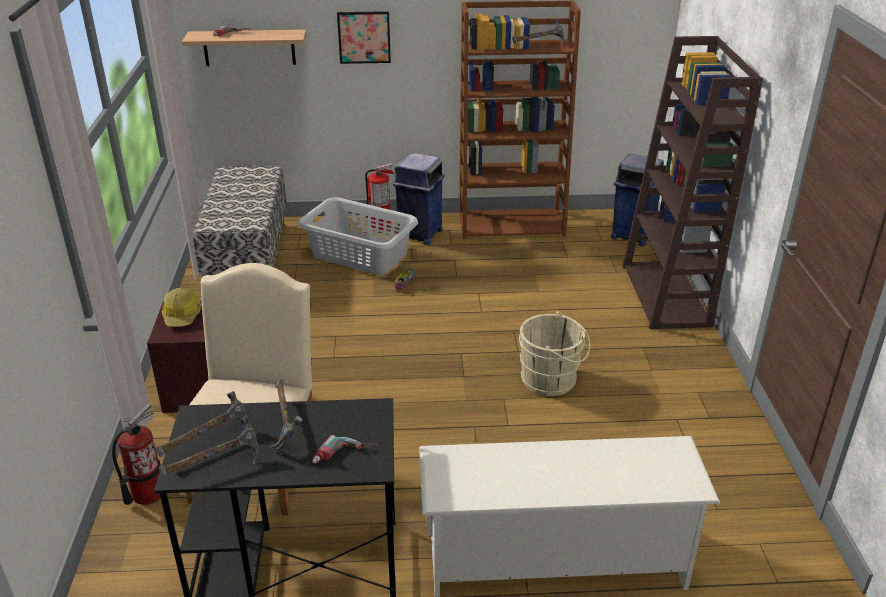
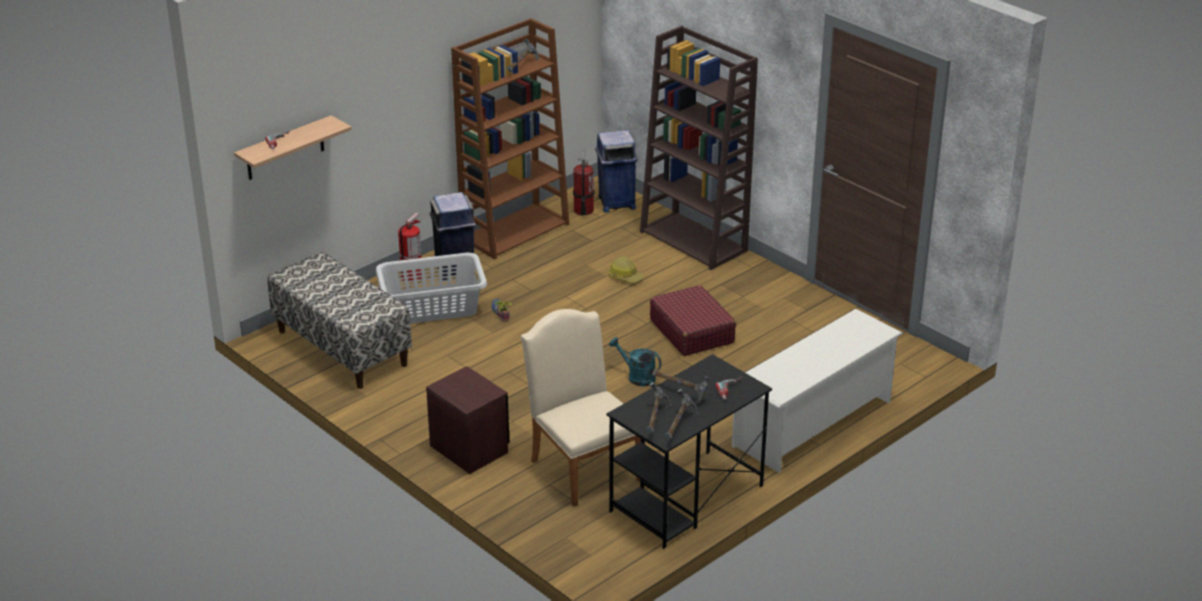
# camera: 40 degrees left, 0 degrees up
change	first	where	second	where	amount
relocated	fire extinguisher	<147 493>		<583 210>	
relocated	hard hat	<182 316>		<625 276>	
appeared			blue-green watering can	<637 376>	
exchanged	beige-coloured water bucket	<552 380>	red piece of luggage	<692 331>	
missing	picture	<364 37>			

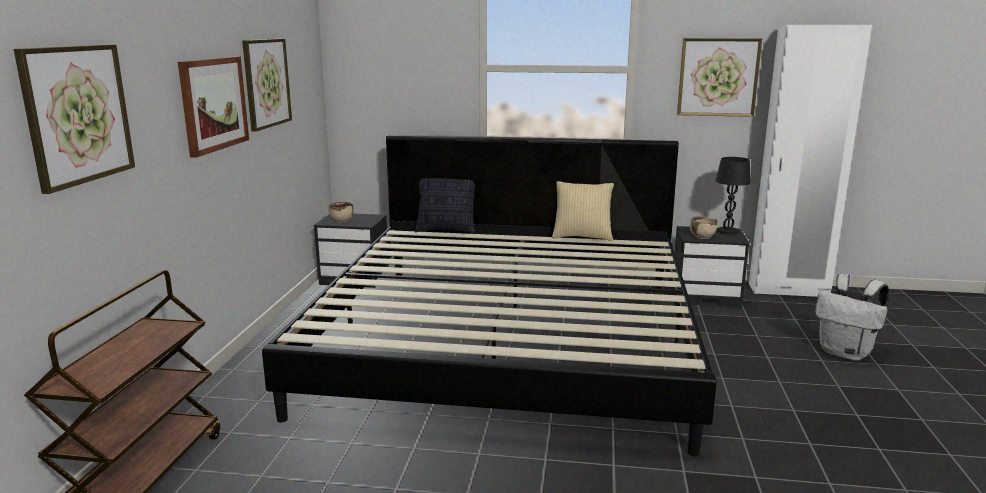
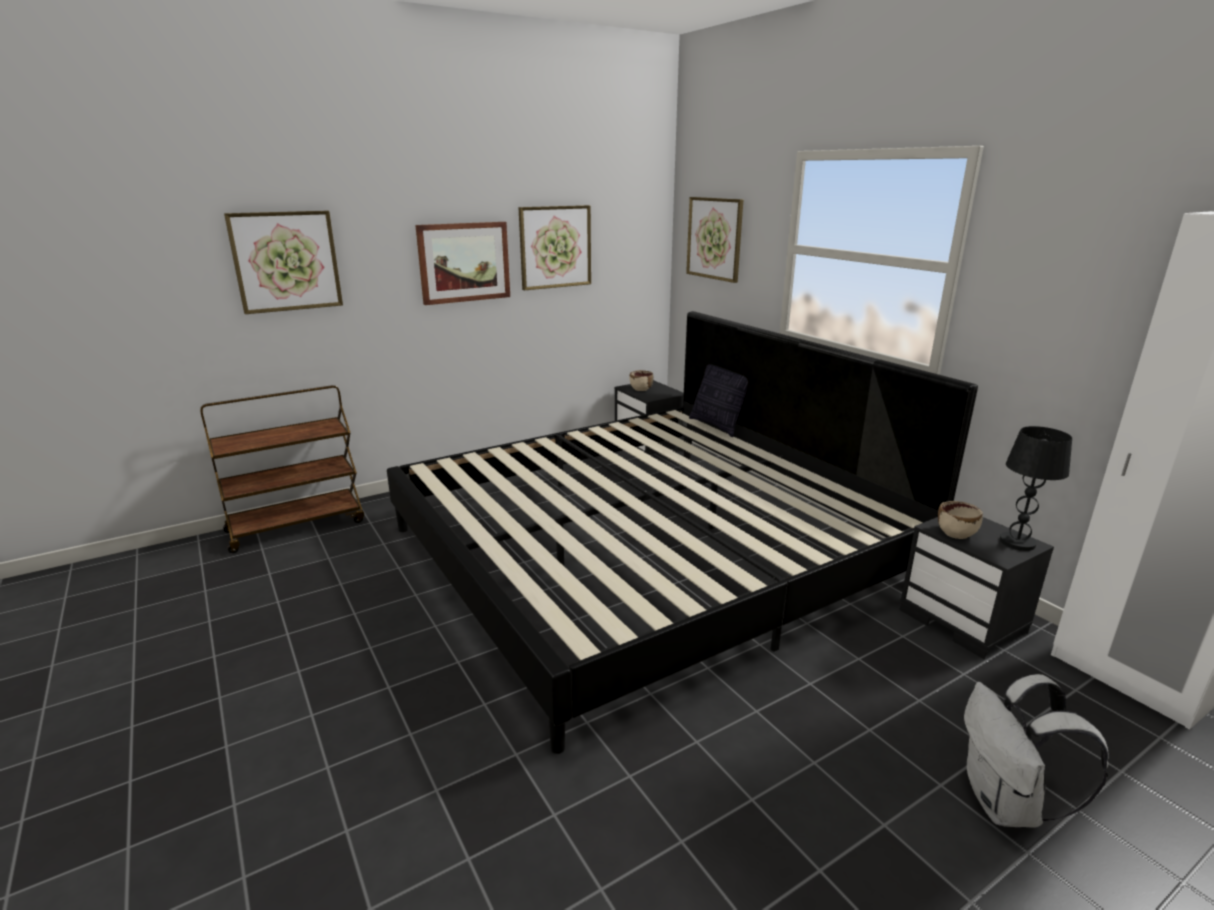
# camera: 50 degrees right, 5 degrees up
change	first	where	second	where	amount
relocated	picture	<718 77>		<714 238>	
missing	pillow	<582 236>			

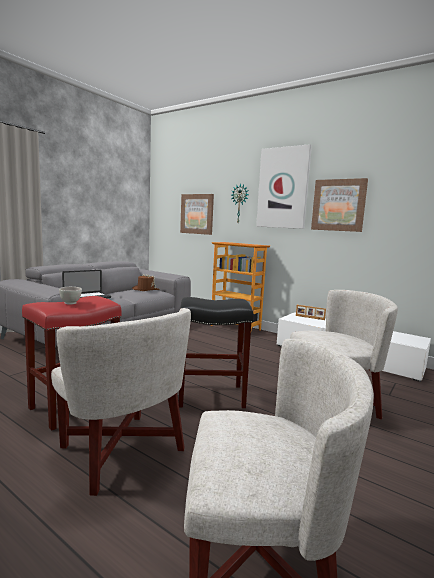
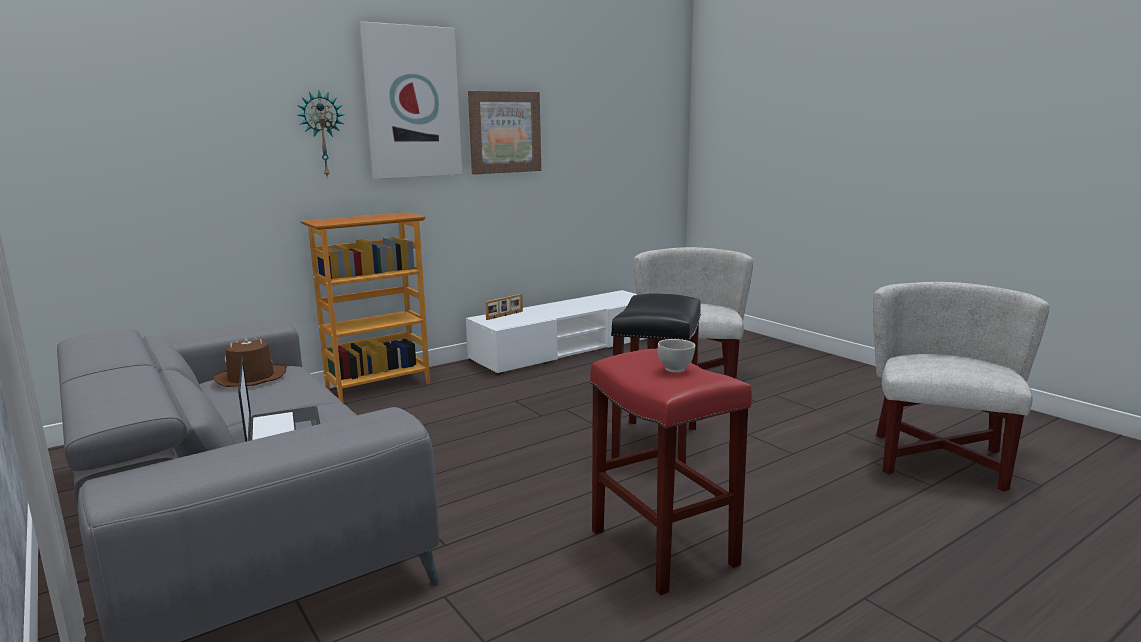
# camera: 70 degrees left, 5 degrees up
change	first	where	second	where	amount
missing	whitish easy chair	<122 450>			
missing	picture	<197 214>			

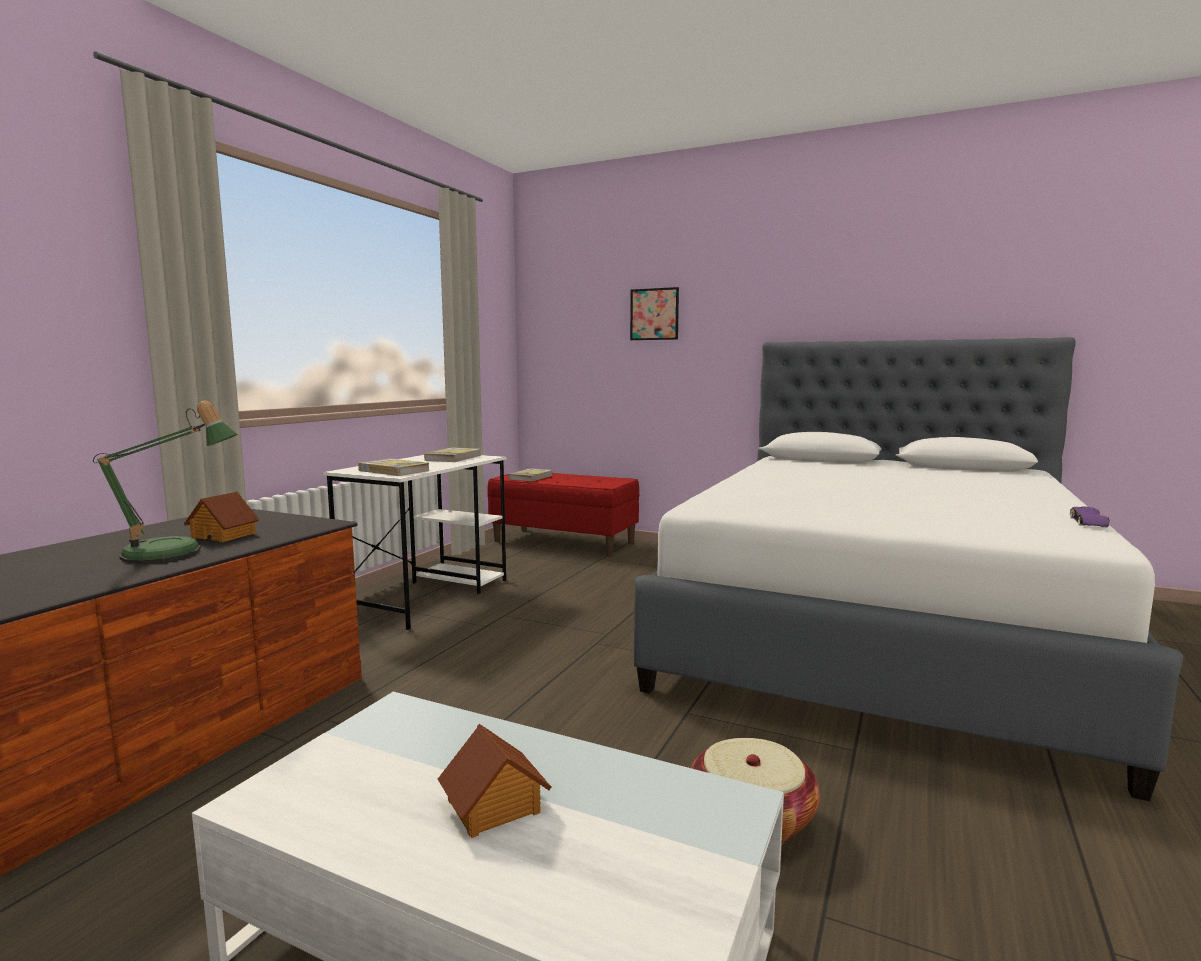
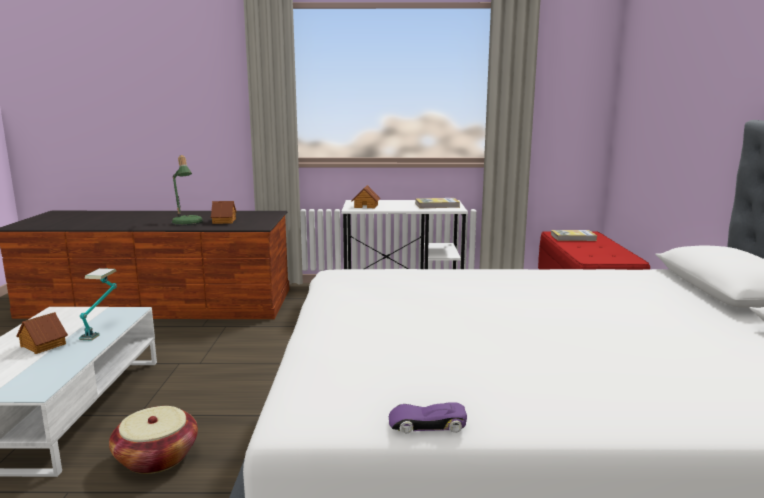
# camera: 65 degrees right, 5 degrees up
change	first	where	second	where	amount
appeared			table lamp	<102 329>	
exchanged	volume	<394 470>	toy house	<366 206>	
missing	picture	<654 314>			

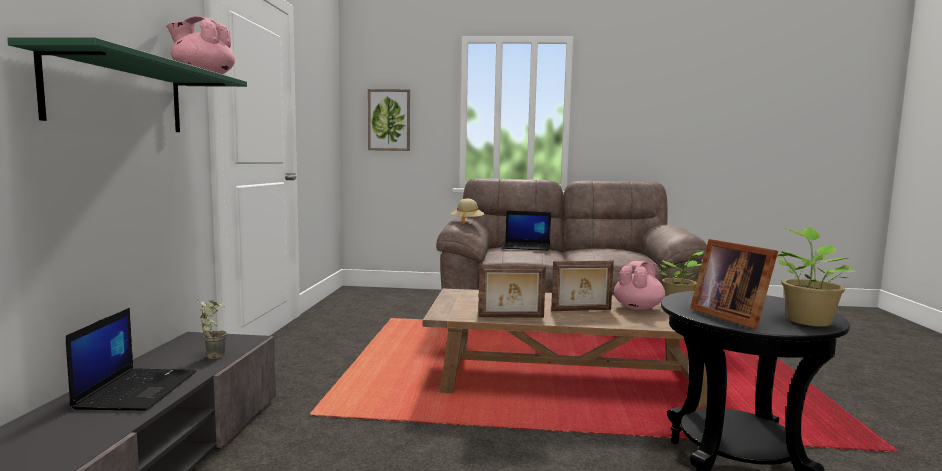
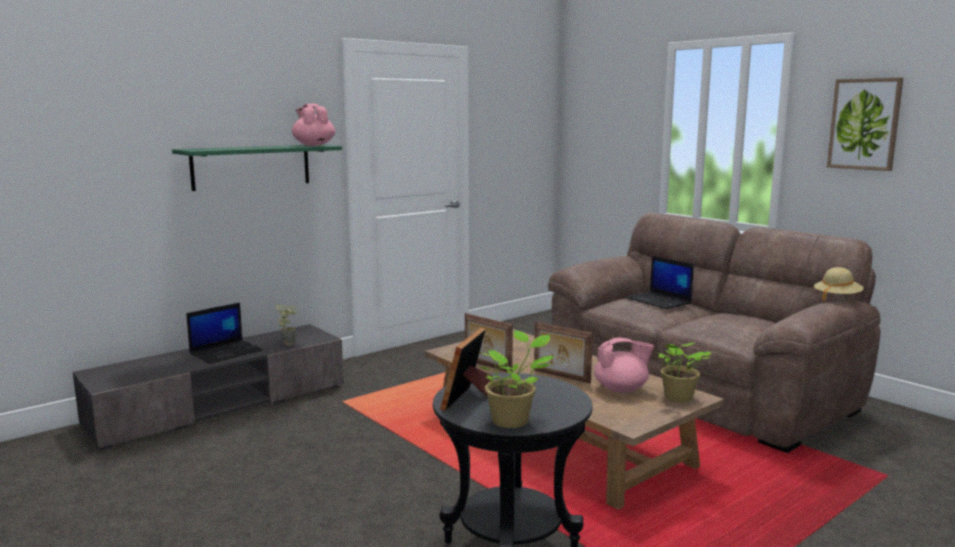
# camera: 45 degrees right, 5 degrees up
change	first	where	second	where	amount
relocated	beige-coloured hat	<467 222>		<837 298>	
relocated	picture	<389 120>		<864 124>	

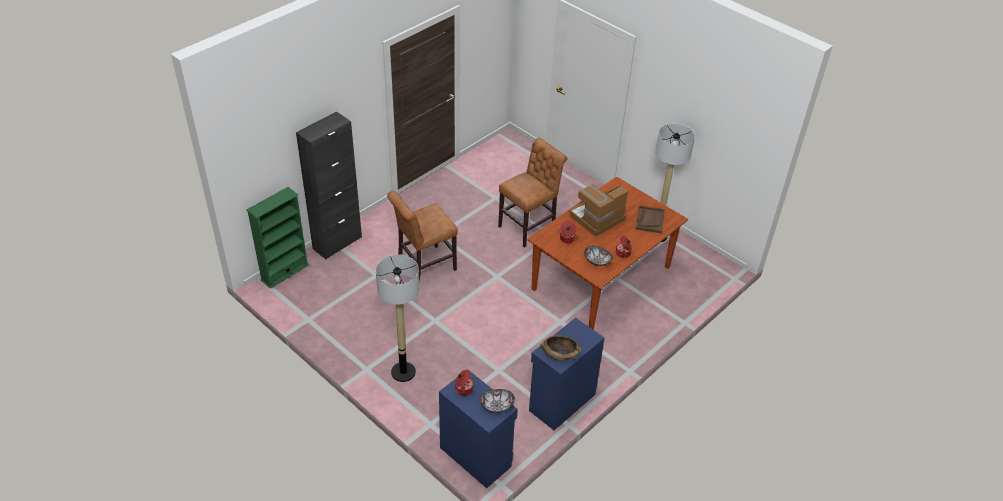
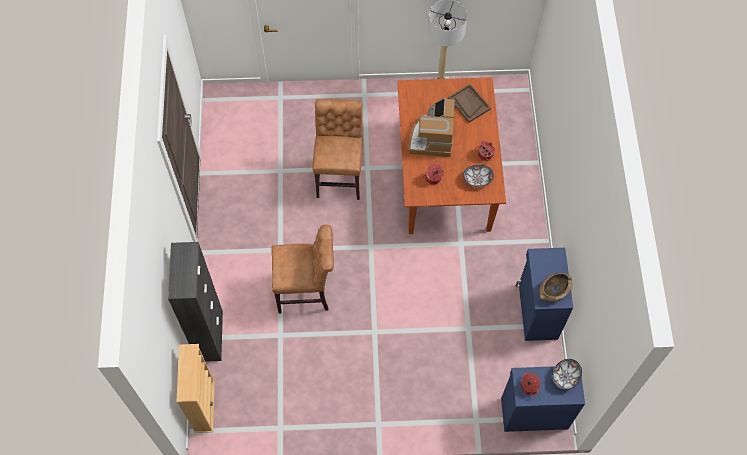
# camera: 45 degrees left, 20 degrees up
change	first	where	second	where	amount
colour	green-coloured bookshelf	<284 272>	beige-coloured bookshelf	<204 405>	
spun	brownish chair	<423 266>		<306 291>	105 degrees counterclockwise
missing	standard lamp	<403 372>			

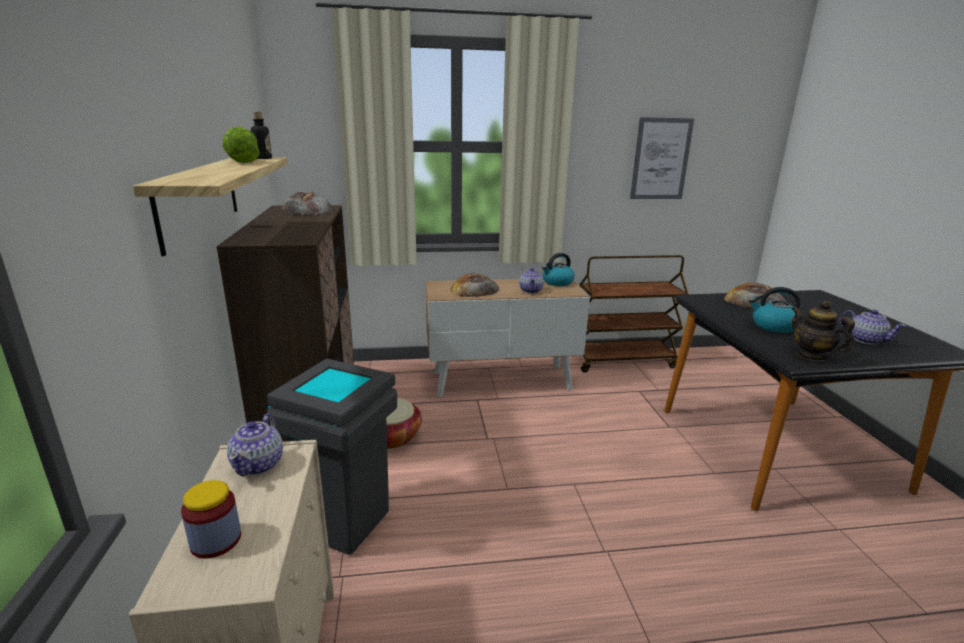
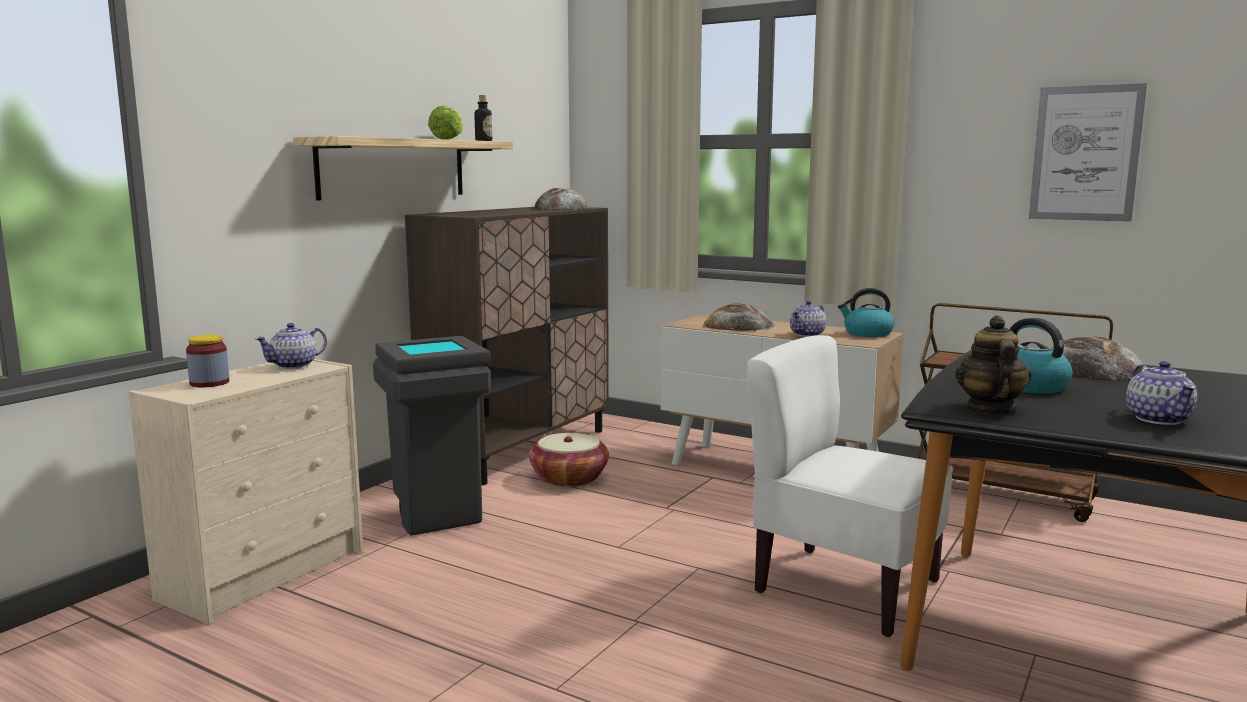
# camera: 40 degrees right, 10 degrees down
change	first	where	second	where	amount
appeared			whitish chair	<845 588>	

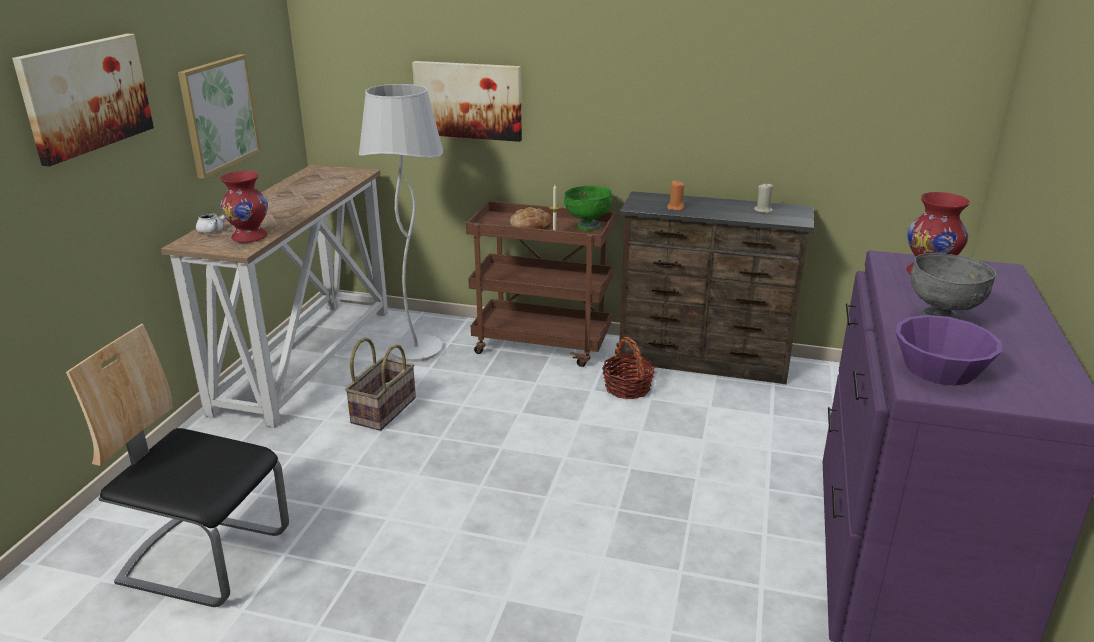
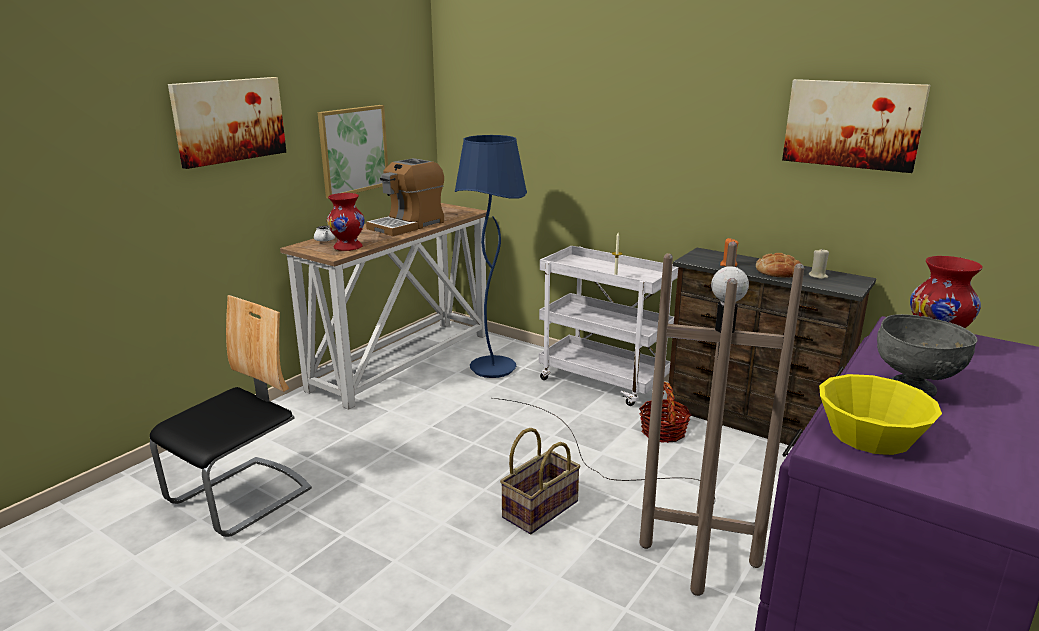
# camera: 20 degrees right, 5 degrees down
change	first	where	second	where	amount
spun	chair	<205 556>		<241 497>	90 degrees clockwise
appeared			coffee maker	<407 225>	
colour	whitish standard lamp	<416 350>	blue-coloured standard lamp	<493 369>	
appeared			brownish standard lamp	<649 503>	
relocated	basket	<383 410>		<539 509>	
colour	brownish cart	<543 344>	whitish cart	<604 381>	
relocated	bakery bread	<531 225>		<778 271>	
relocated	picture	<468 100>		<852 124>	
colour	purple bowl	<940 368>	yellow-coloured bowl	<871 434>	
missing	green-coloured bowl	<588 226>			

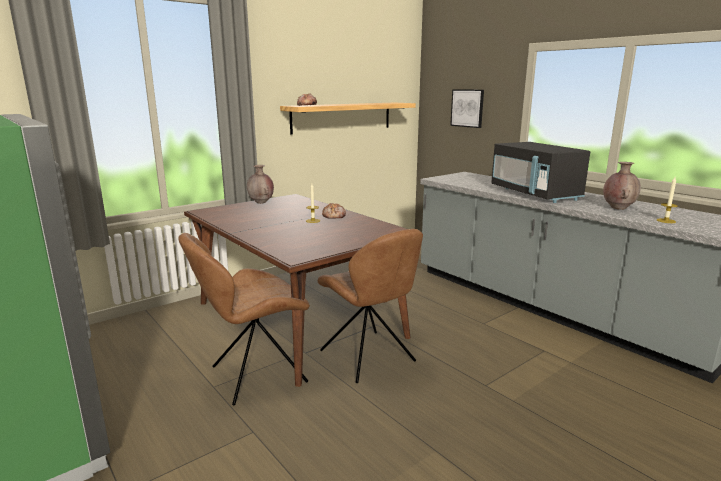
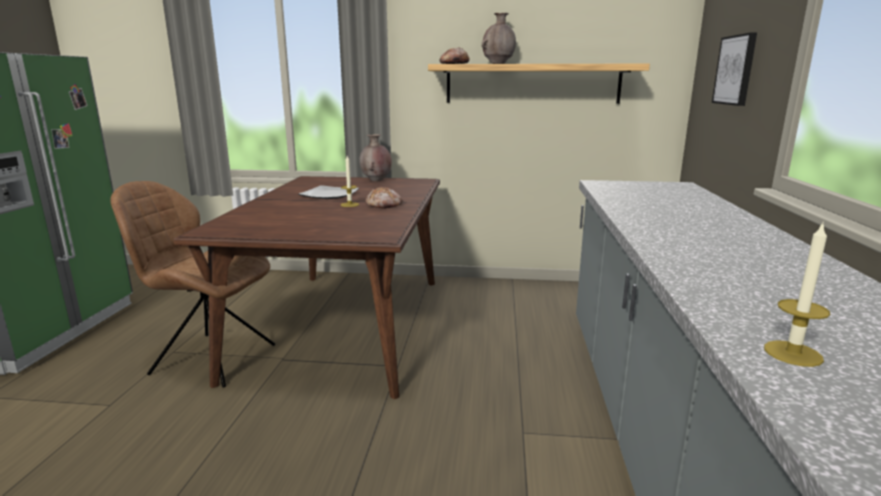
# camera: 45 degrees right, 0 degrees up
change	first	where	second	where	amount
appeared			plate	<329 195>	
relocated	brownish flower vase	<618 208>		<498 64>	
missing	brownish chair	<369 358>			
missing	blackish microwave oven	<534 194>			

